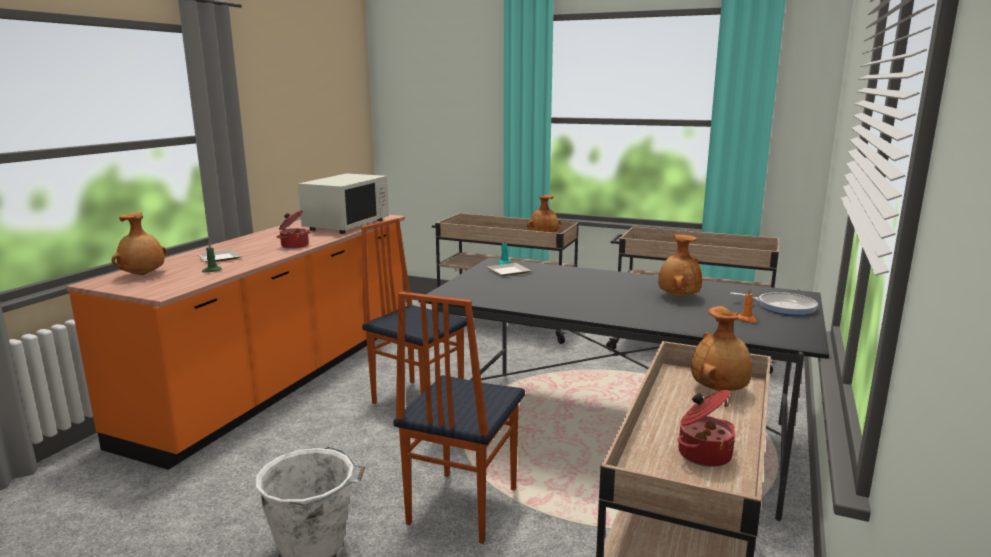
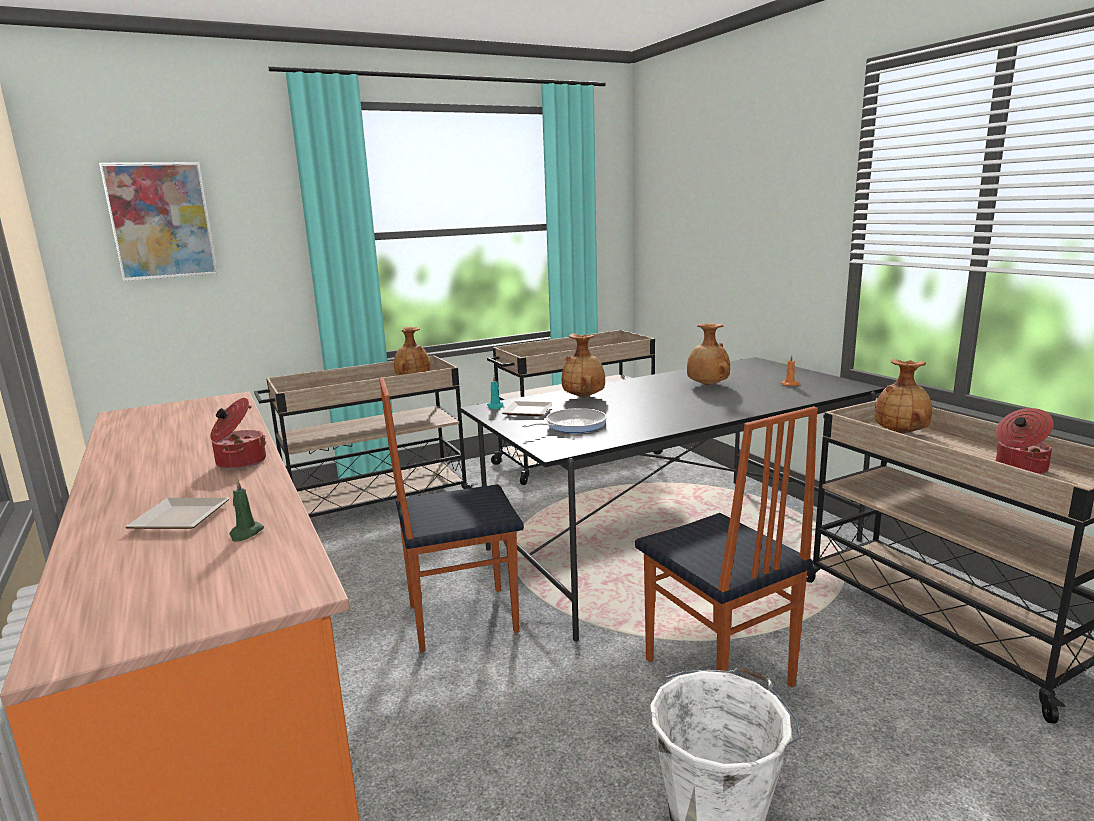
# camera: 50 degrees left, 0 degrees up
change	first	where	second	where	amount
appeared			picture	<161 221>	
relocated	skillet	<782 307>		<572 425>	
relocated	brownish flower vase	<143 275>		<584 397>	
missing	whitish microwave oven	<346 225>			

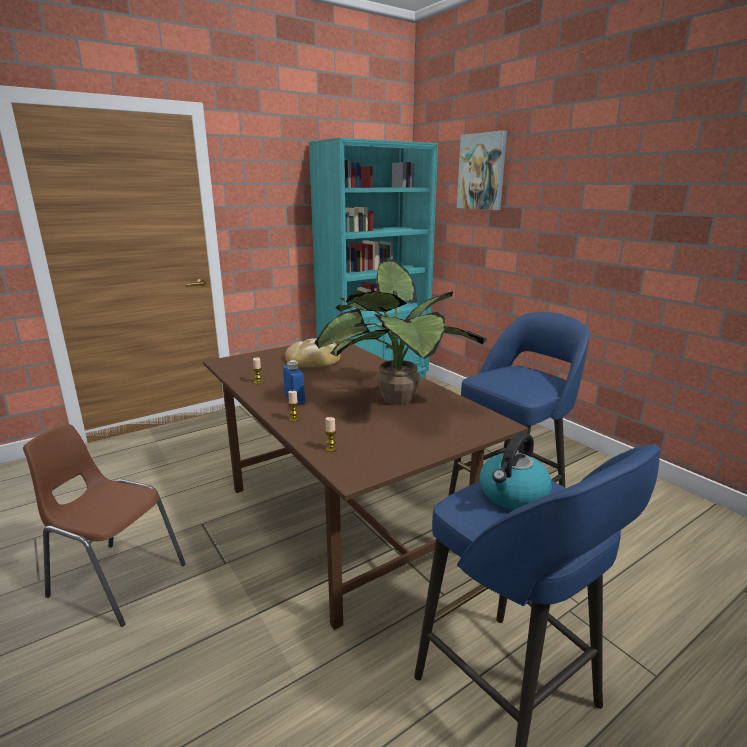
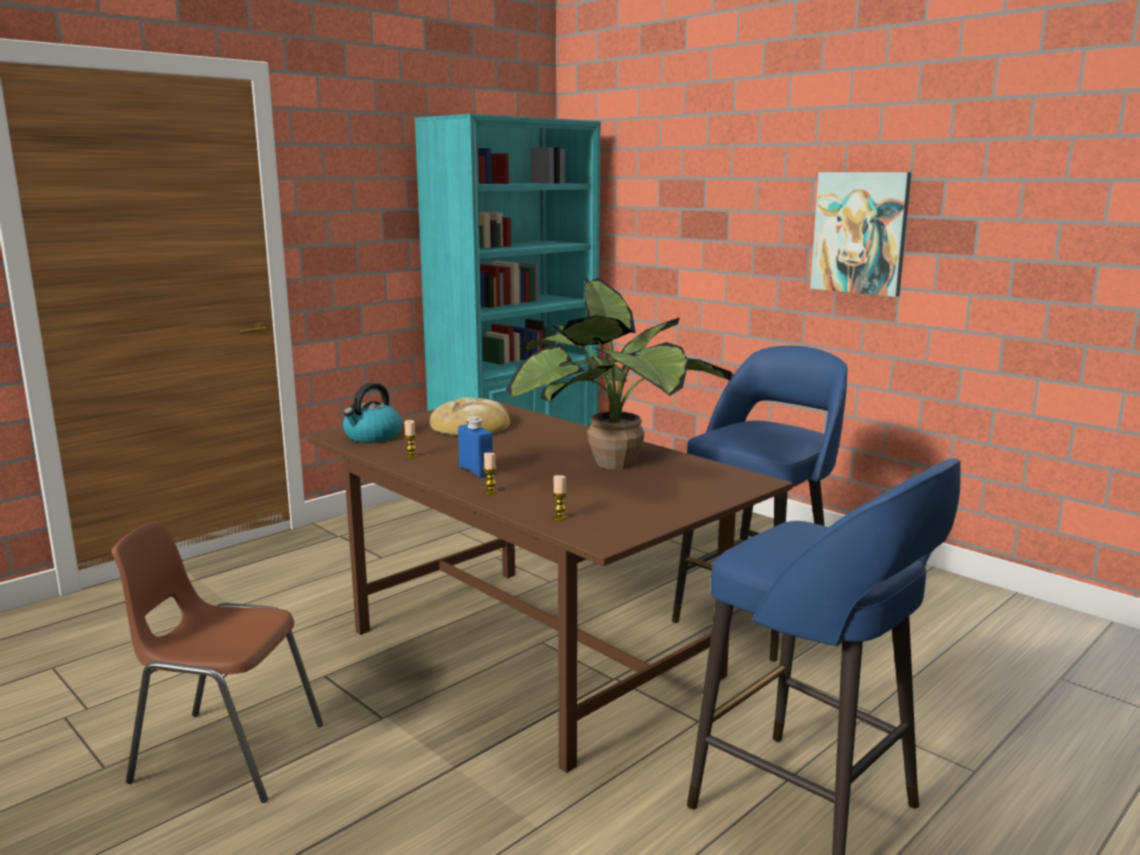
# camera: 10 degrees left, 5 degrees down
change	first	where	second	where	amount
relocated	water kettle	<513 495>		<372 437>	
relocated	picture	<481 172>		<860 233>	

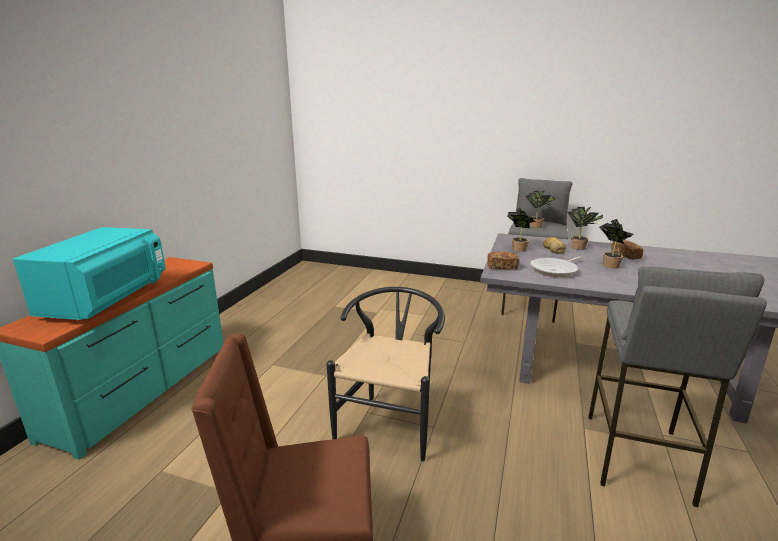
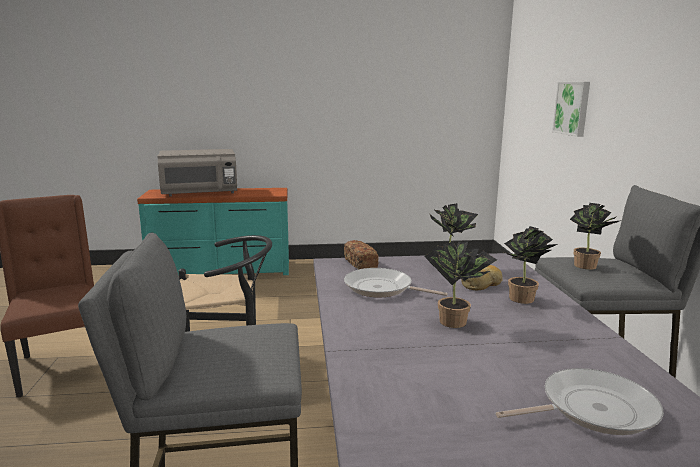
# camera: 65 degrees right, 5 degrees down
change	first	where	second	where	amount
colour	blue-green microwave oven	<107 300>	gray microwave oven	<200 193>	
appeared			skillet	<592 409>	
appeared			picture	<573 108>	
missing	bakery bread	<625 255>			

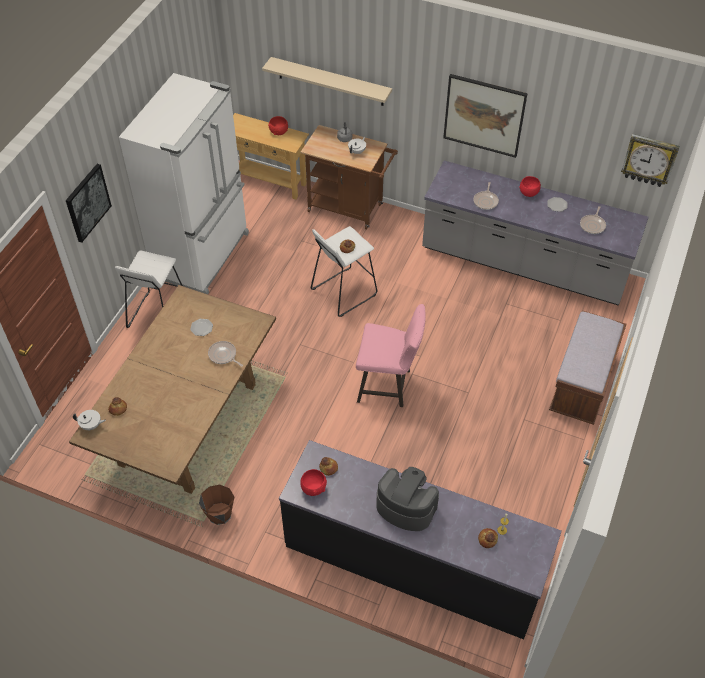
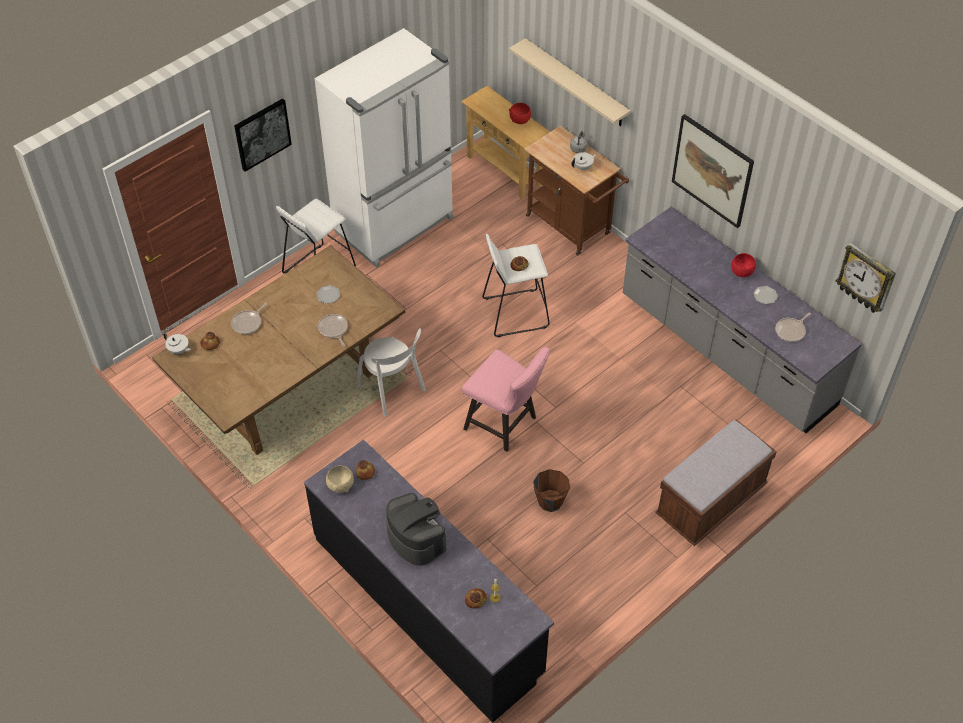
# camera: 25 degrees right, 0 degrees up
change	first	where	second	where	amount
relocated	skillet	<486 201>		<248 323>	
colour	red bowl	<313 488>	beige-coloured bowl	<341 485>	
appeared			whitish chair	<392 390>	
relocated	brownish water bucket	<219 514>		<550 501>	

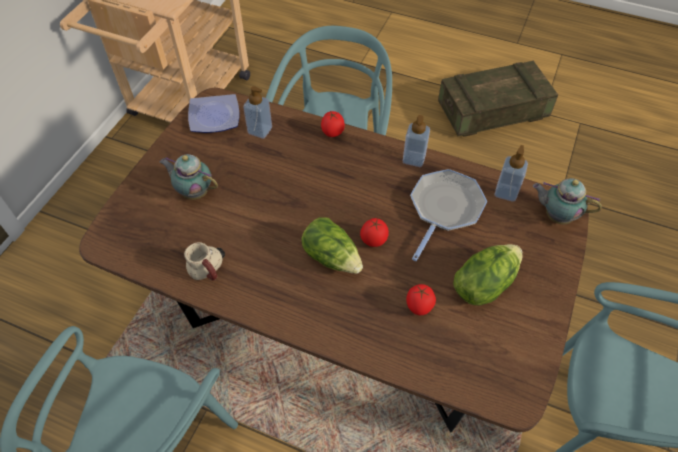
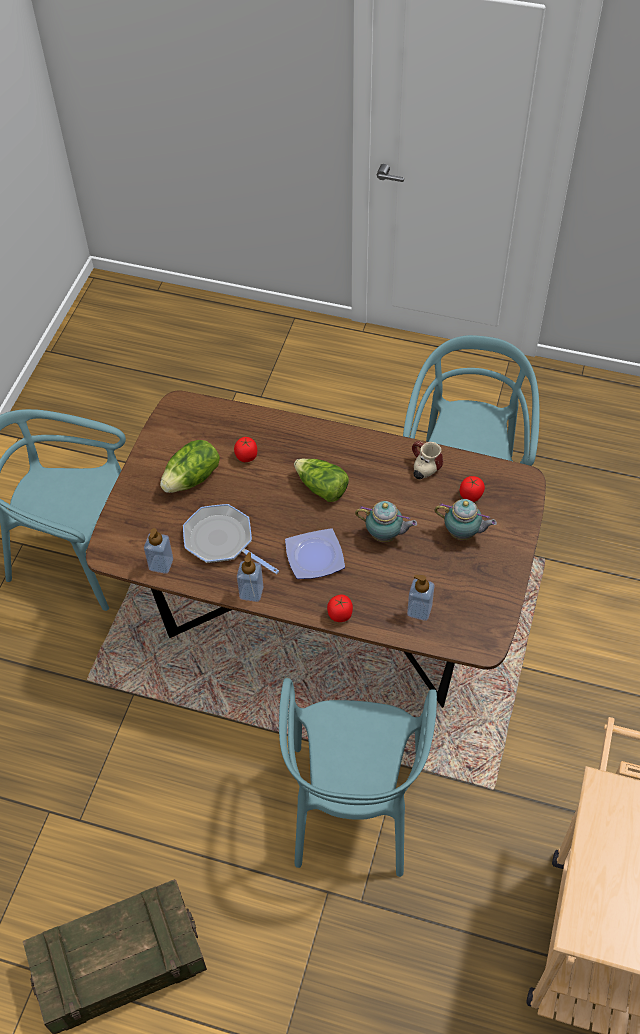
# camera: 175 degrees right, 0 degrees up
change	first	where	second	where	amount
spun	skillet	<444 209>		<222 541>	105 degrees clockwise
relocated	plate	<213 117>		<315 556>	
relocated	pot for tea	<556 216>		<385 536>	
relocated	tomato	<373 240>		<471 496>	

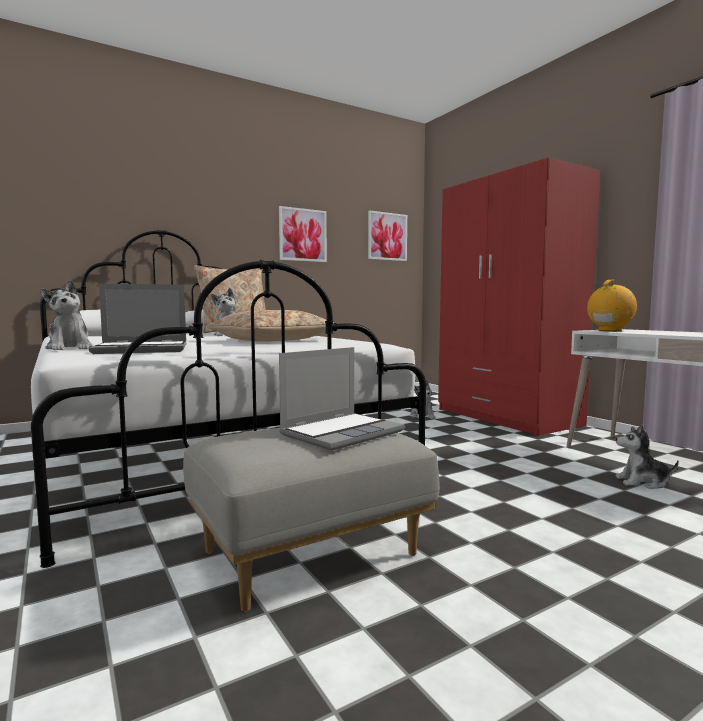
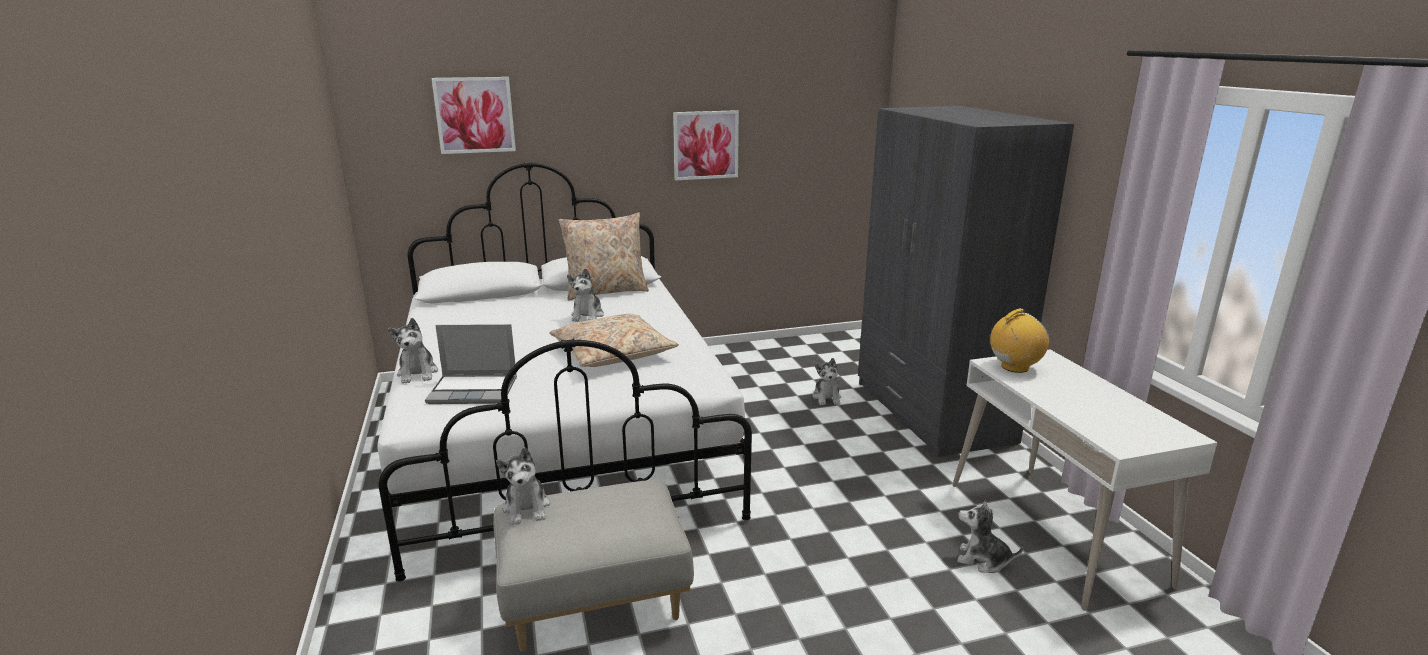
# camera: 15 degrees right, 15 degrees up
change	first	where	second	where	amount
relocated	picture	<387 236>		<474 115>	
appeared			soft toy	<527 508>	
colour	red clothes cupboard	<506 417>	gray clothes cupboard	<932 412>	
missing	portable computer	<342 432>			

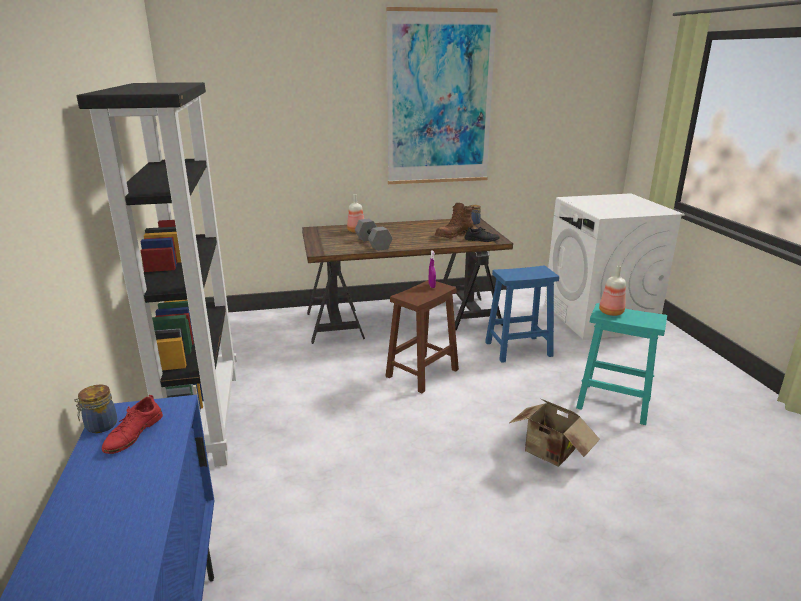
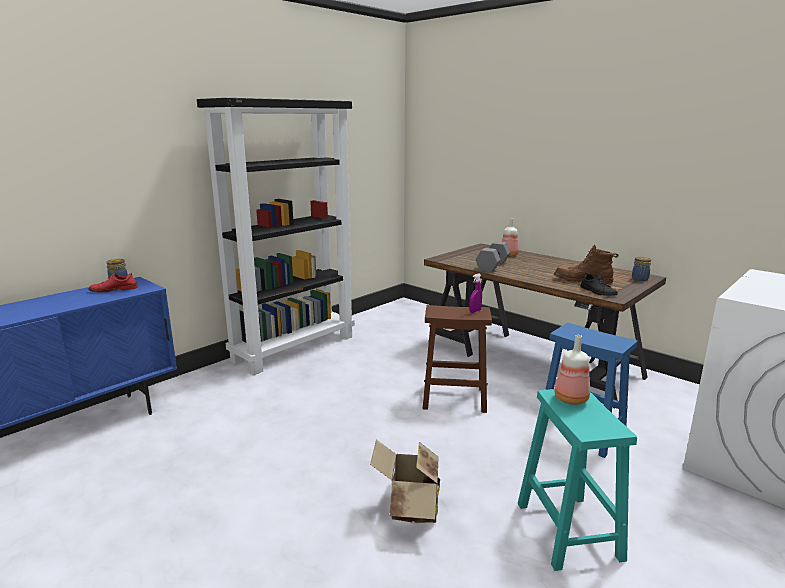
# camera: 55 degrees right, 5 degrees down
change	first	where	second	where	amount
missing	picture	<439 99>			

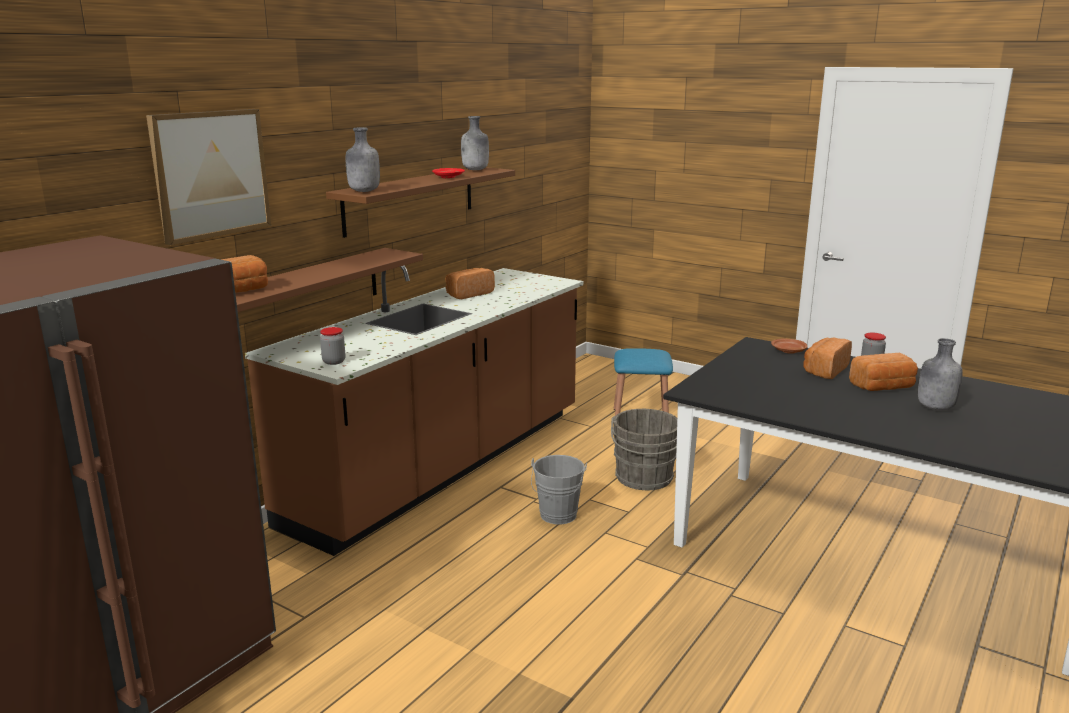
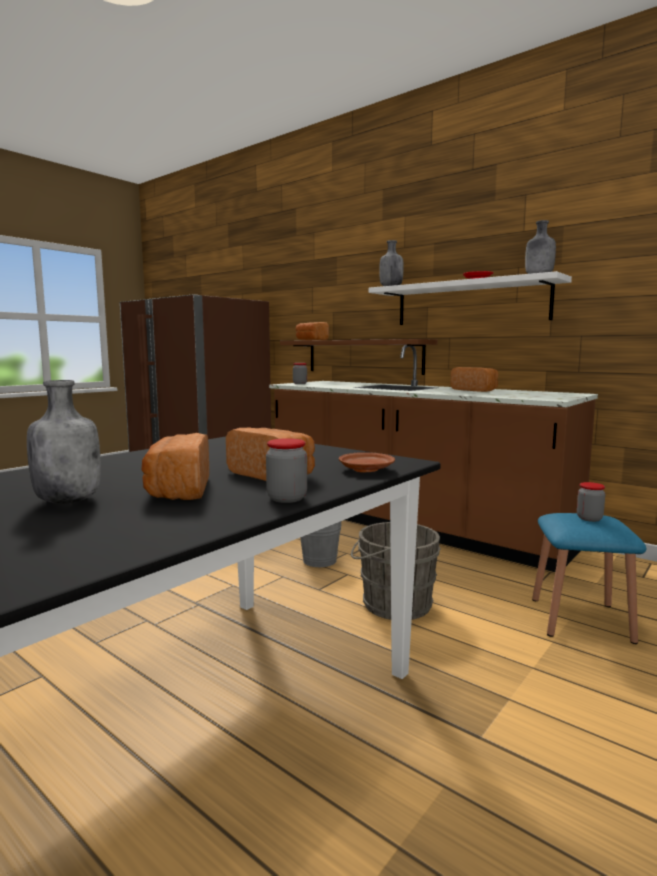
# camera: 95 degrees right, 10 degrees down
change	first	where	second	where	amount
colour	brownish wall shelf	<410 200>	whitish wall shelf	<470 303>	
appeared			storage jar	<589 518>	
missing	picture	<210 174>			

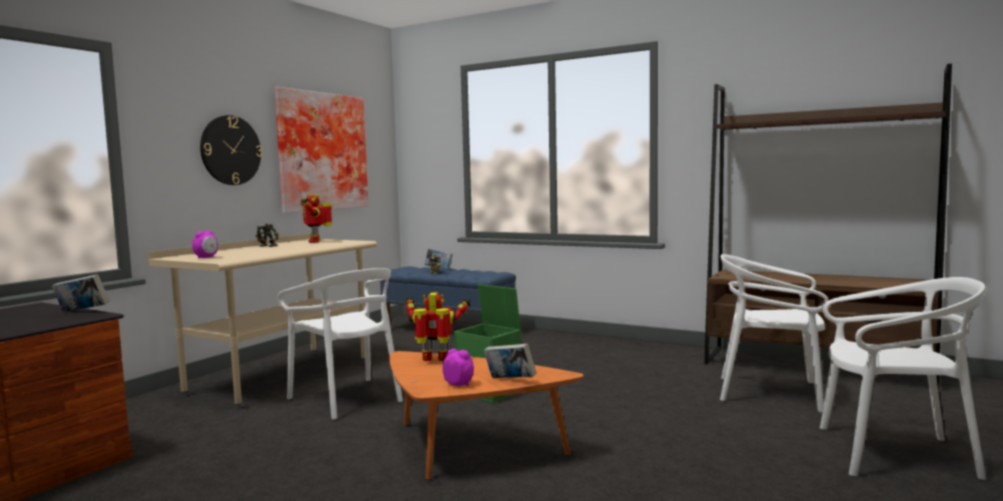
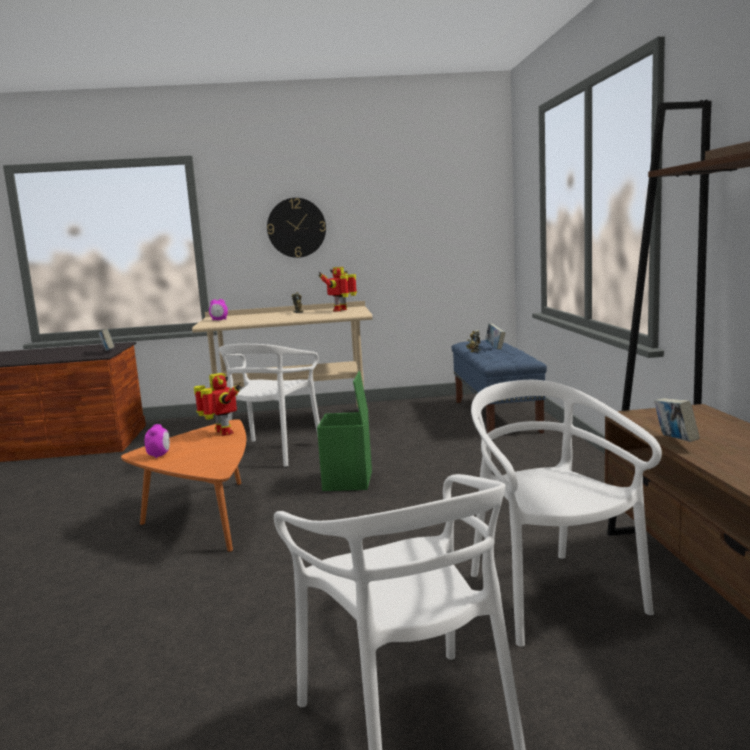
# camera: 55 degrees right, 5 degrees up
change	first	where	second	where	amount
relocated	volume	<510 381>		<675 442>	
missing	picture	<320 152>			

